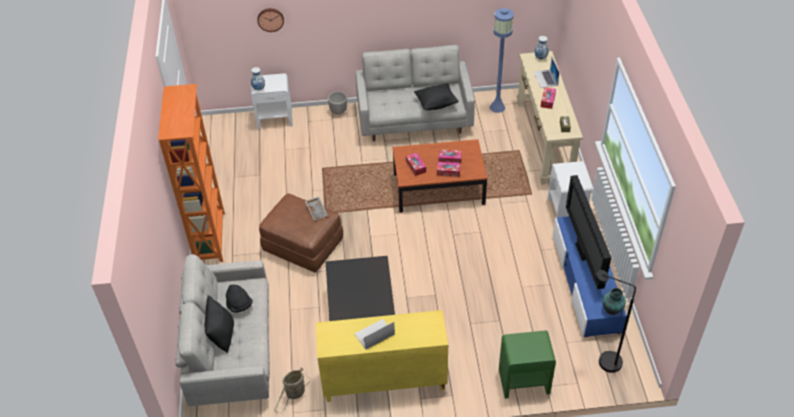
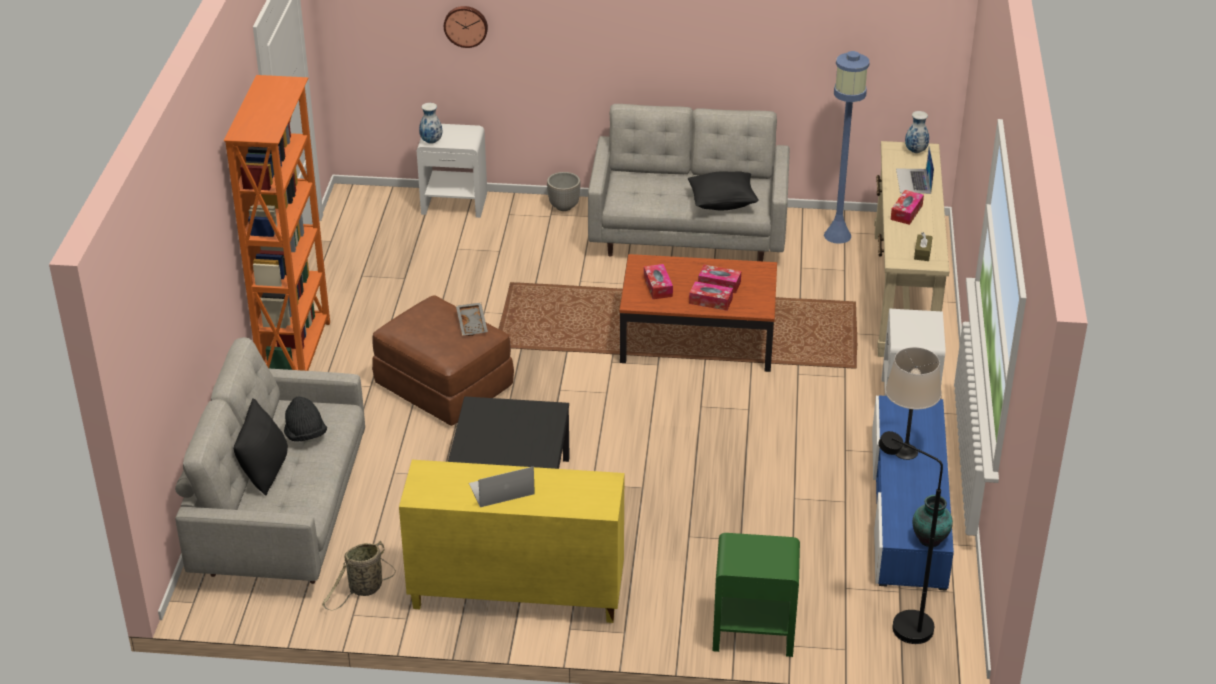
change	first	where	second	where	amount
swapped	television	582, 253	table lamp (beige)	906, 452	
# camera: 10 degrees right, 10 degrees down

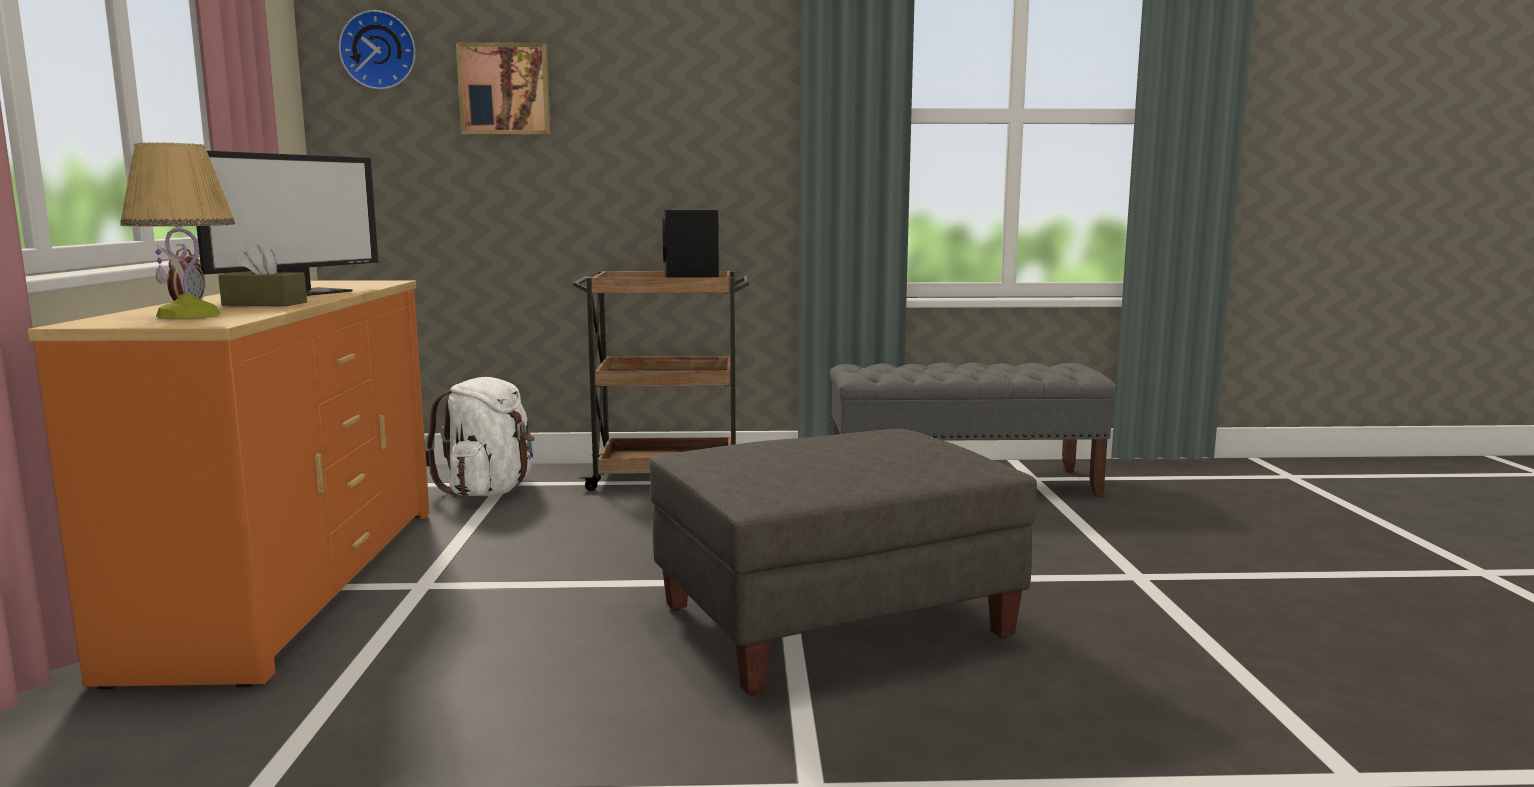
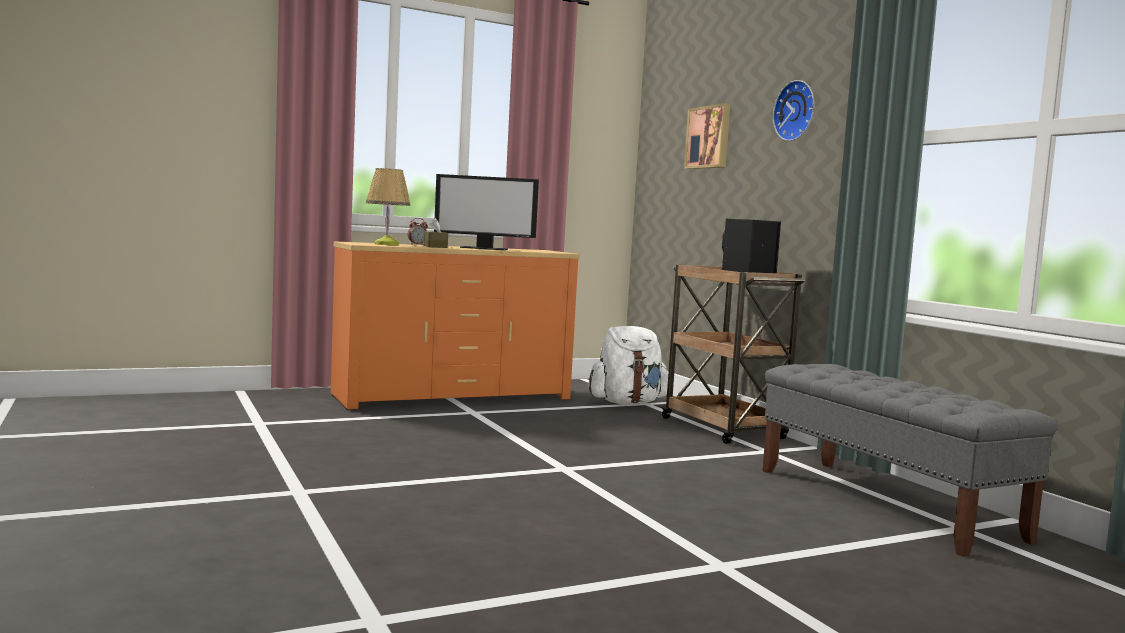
change	first	where	second	where	amount
shifted	wall clock	379, 51		797, 111	
gone	ottoman (grey)	833, 622			
# camera: 65 degrees right, 5 degrees down

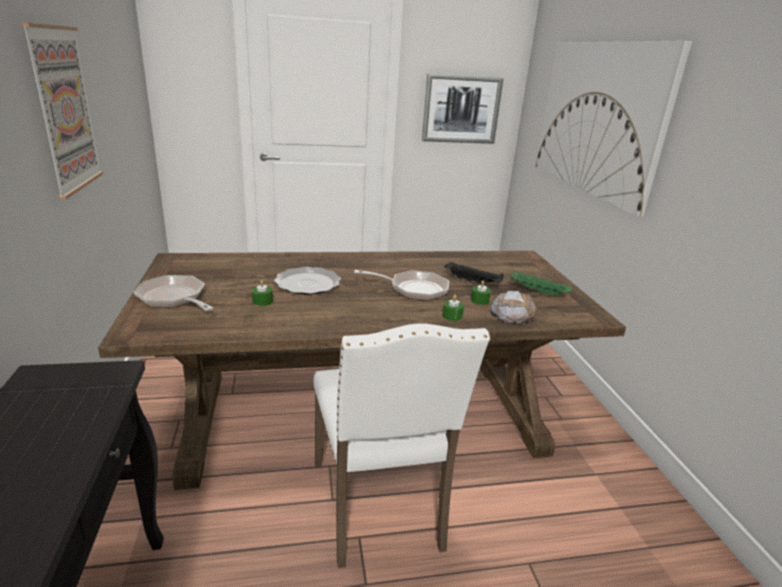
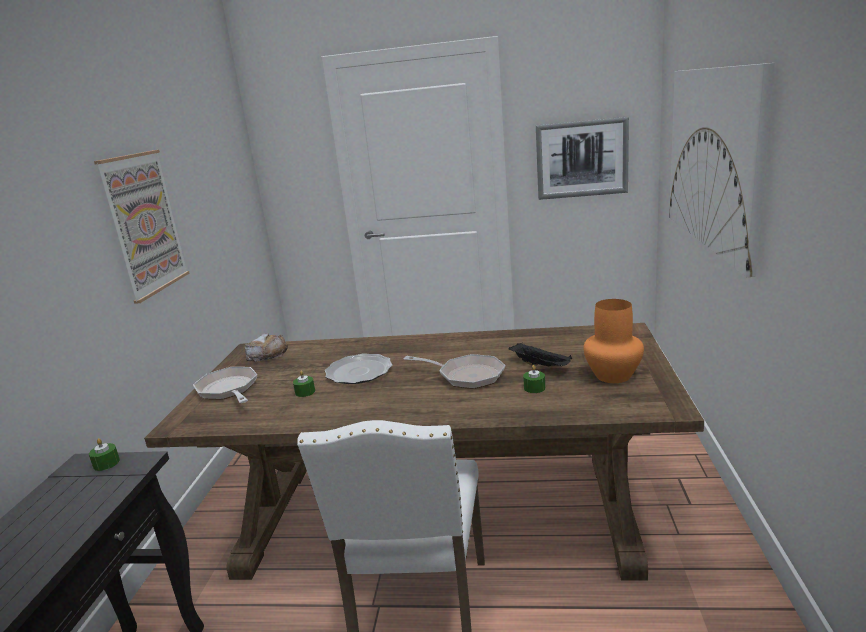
change	first	where	second	where	amount
swapped	tray (green)	537, 292	vase (orange)	613, 376	
shifted	bread	512, 314		267, 353	
shifted	candle (green)	452, 316		106, 463	
# camera: 20 degrees right, 5 degrees down

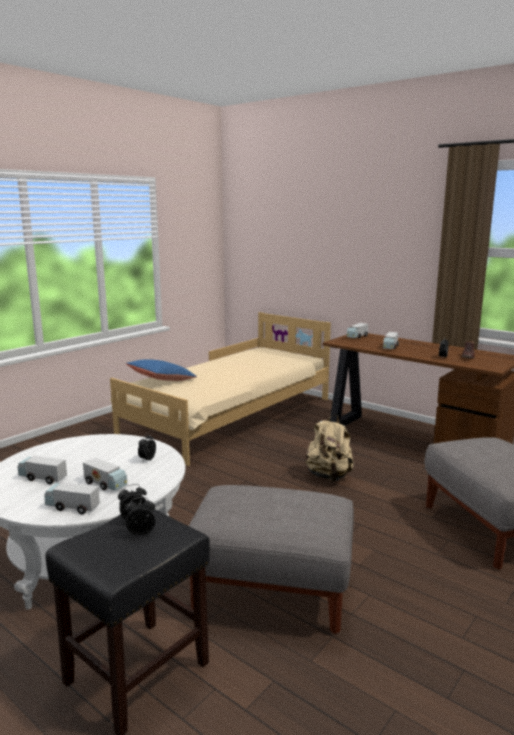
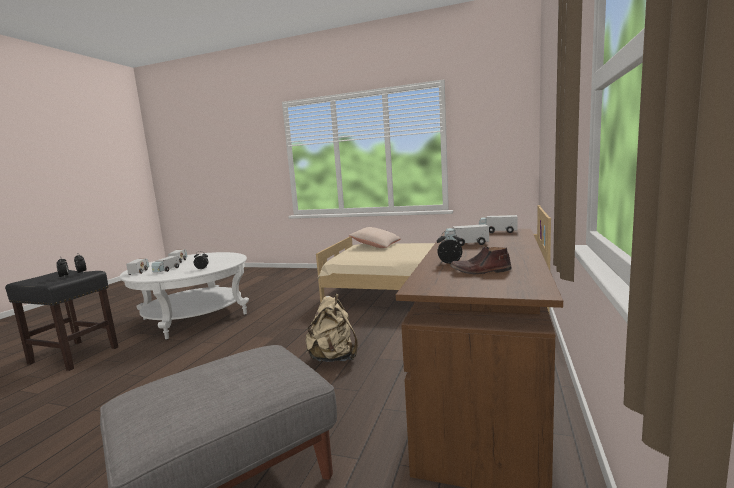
change	first	where	second	where	amount
repainted	pillow (blue)	161, 380	pillow (beige)	376, 245	
gone	ottoman (grey)	270, 592			
# camera: 70 degrees right, 5 degrees down

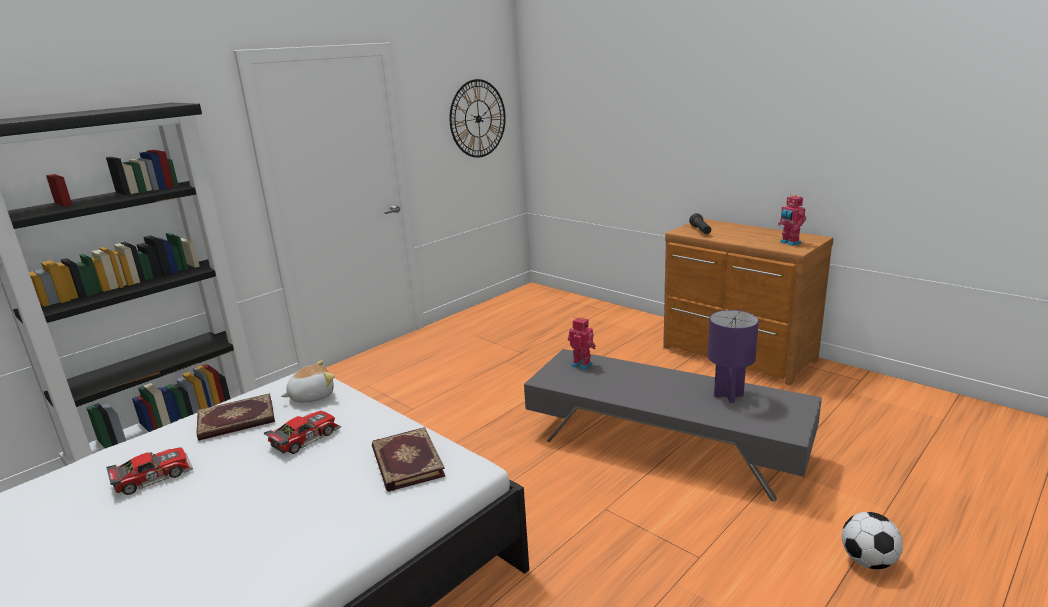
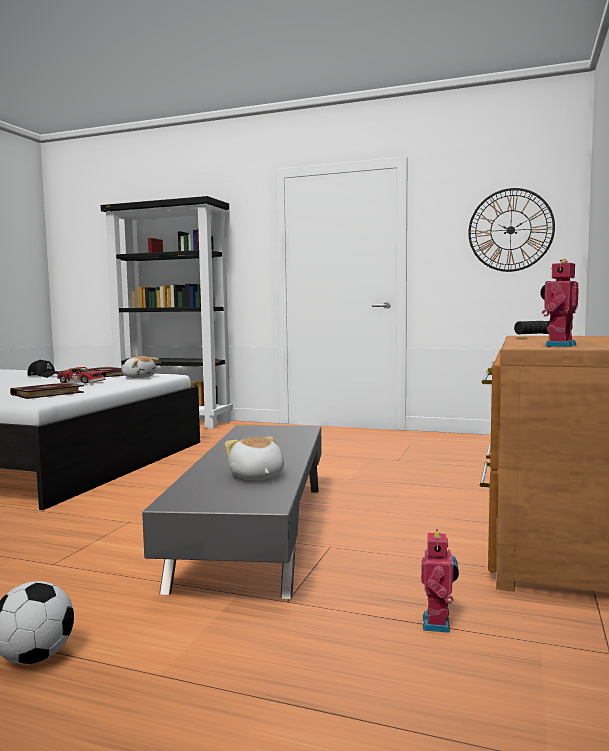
change	first	where	second	where	amount
swapped	table lamp (purple)	729, 396	plush toy	256, 476	
shifted	toy robot	582, 364		439, 624	
swapped	toy car	152, 476	cap (black)	43, 376	
# camera: 65 degrees right, 15 degrees down

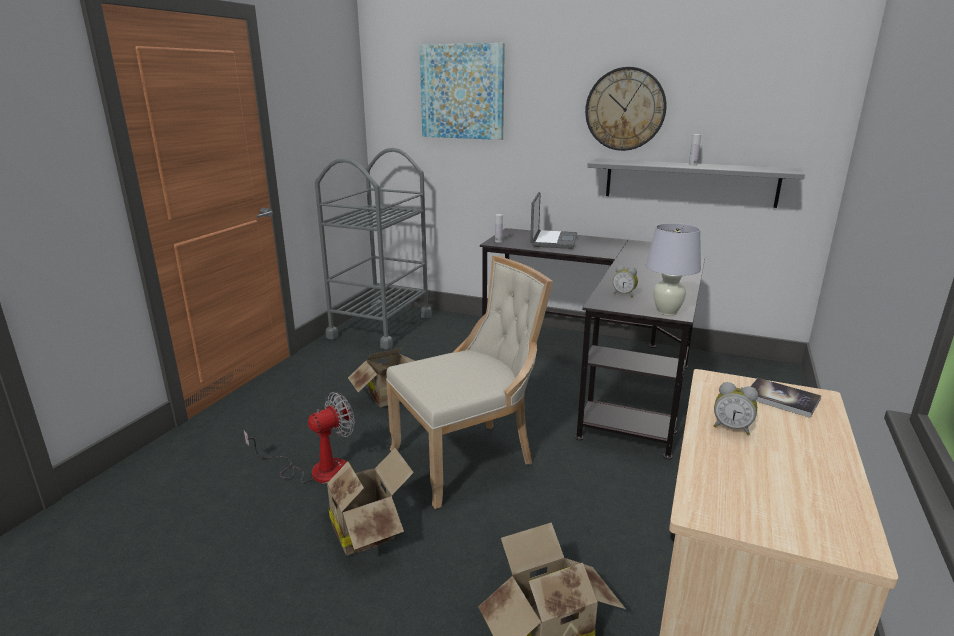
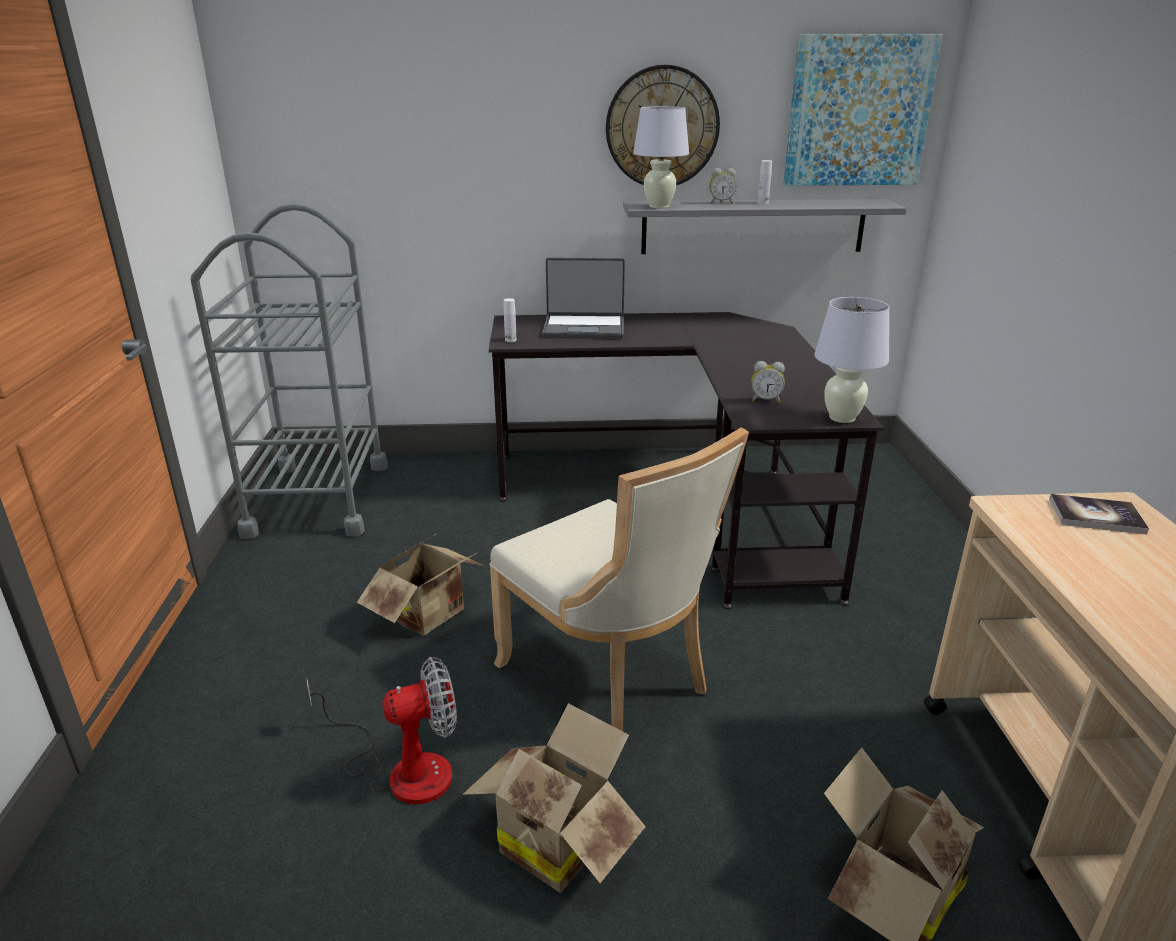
change	first	where	second	where	amount
shifted	picture	462, 92		858, 111	
rotated	laptop	552, 240		584, 328	105 degrees clockwise
rotated	chair (beige)	468, 458		611, 678	105 degrees clockwise
shifted	alarm clock	731, 427		721, 203	
rotated	fan	317, 470		403, 769	45 degrees clockwise
new			table lamp (white)	659, 206	
# camera: 25 degrees left, 5 degrees up

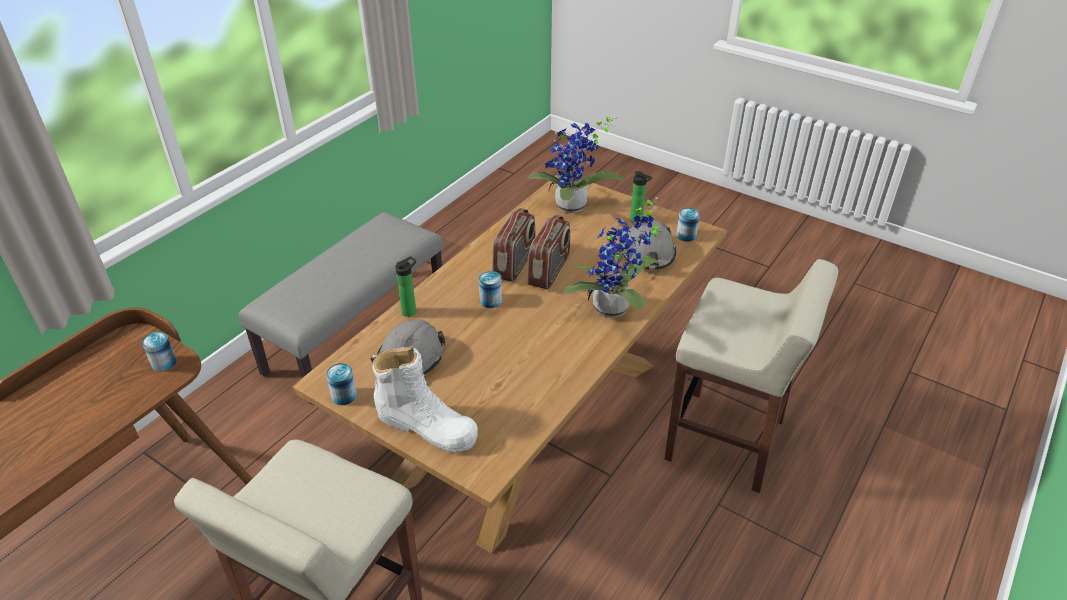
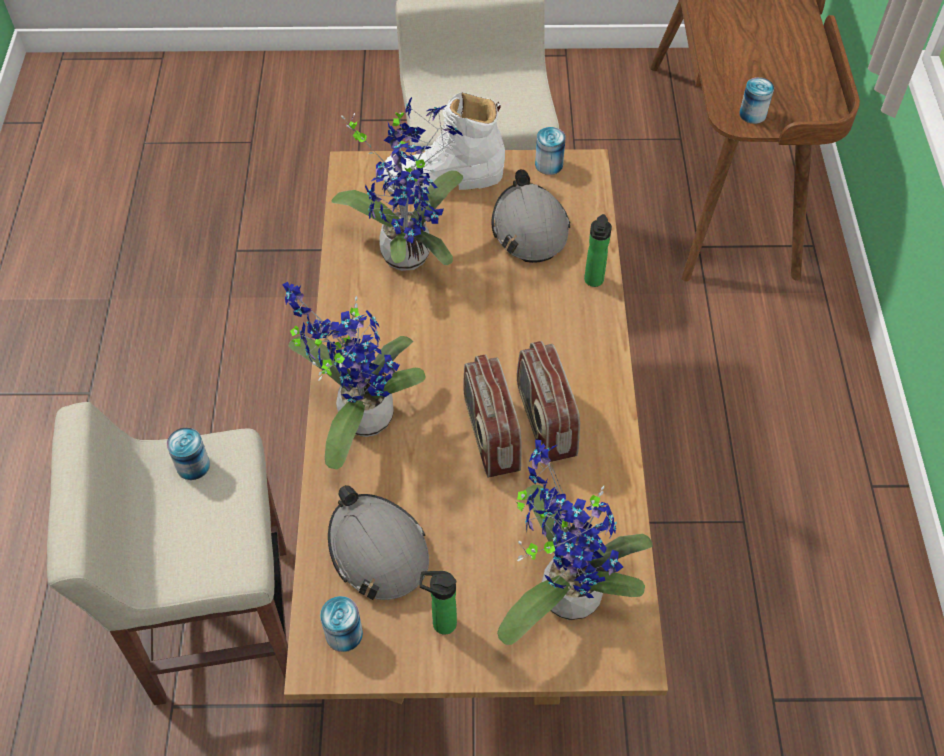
change	first	where	second	where	amount
gone	bench (grey)	356, 333			
shifted	can	491, 301		193, 465	
new			potted plant	408, 250	
# camera: 145 degrees right, 15 degrees up

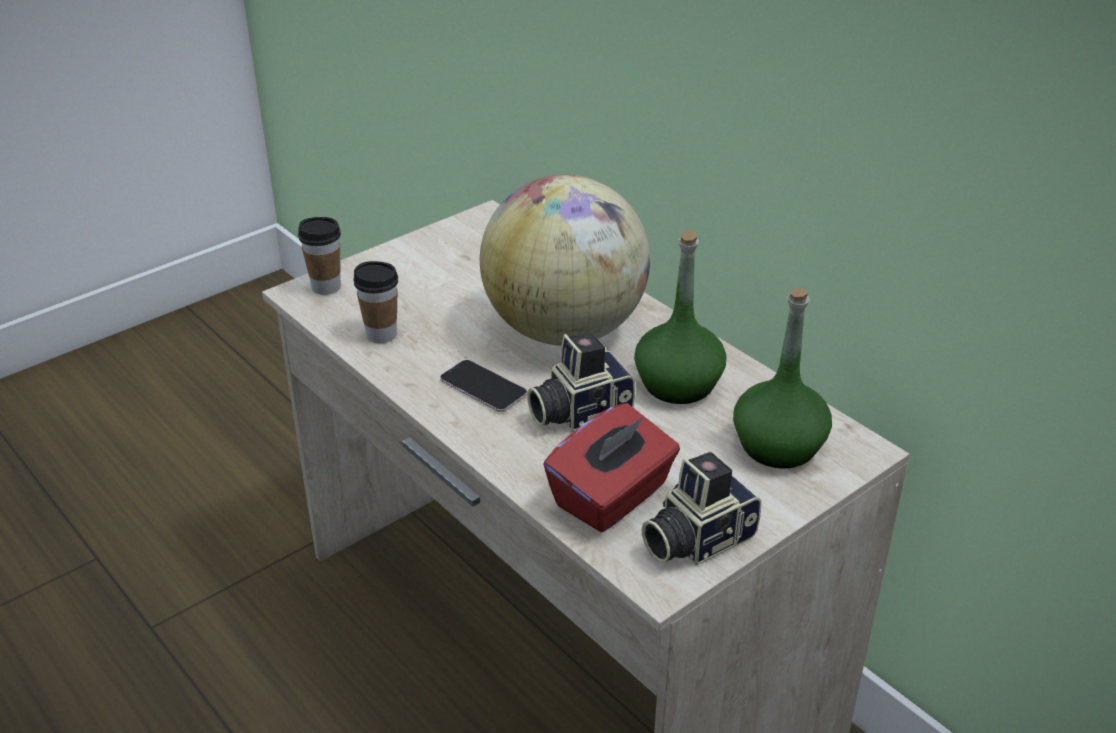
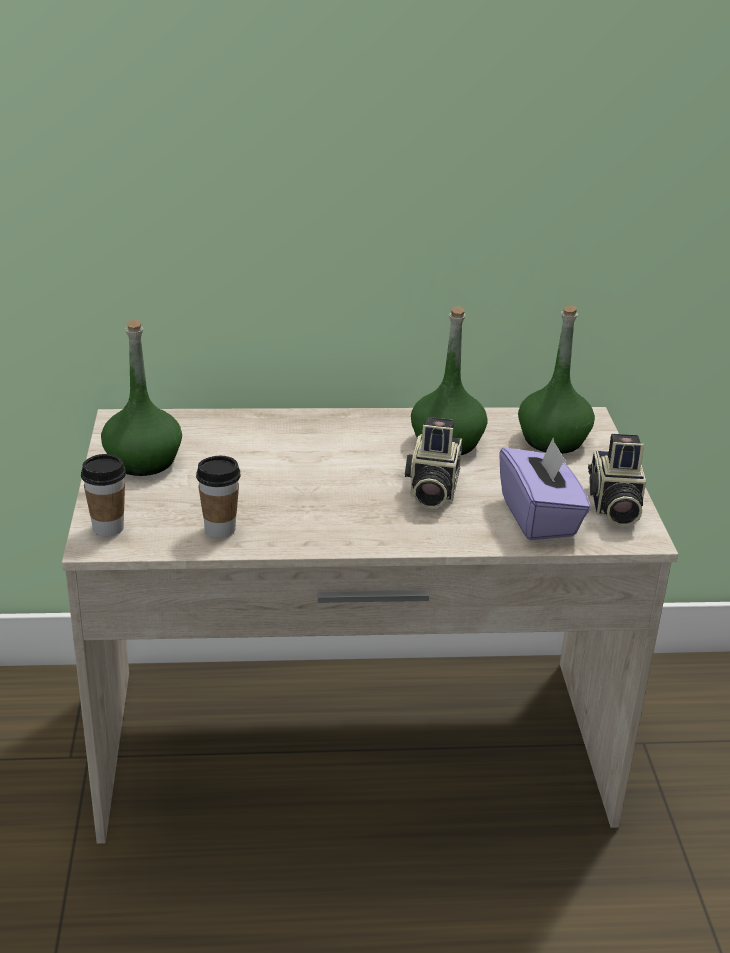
change	first	where	second	where	amount
gone	globe	564, 330			
gone	phone	483, 387			
repainted	tissue box (red)	612, 497	tissue box (purple)	539, 517	
new			bottle (green)	143, 461	
# camera: 55 degrees left, 5 degrees down

